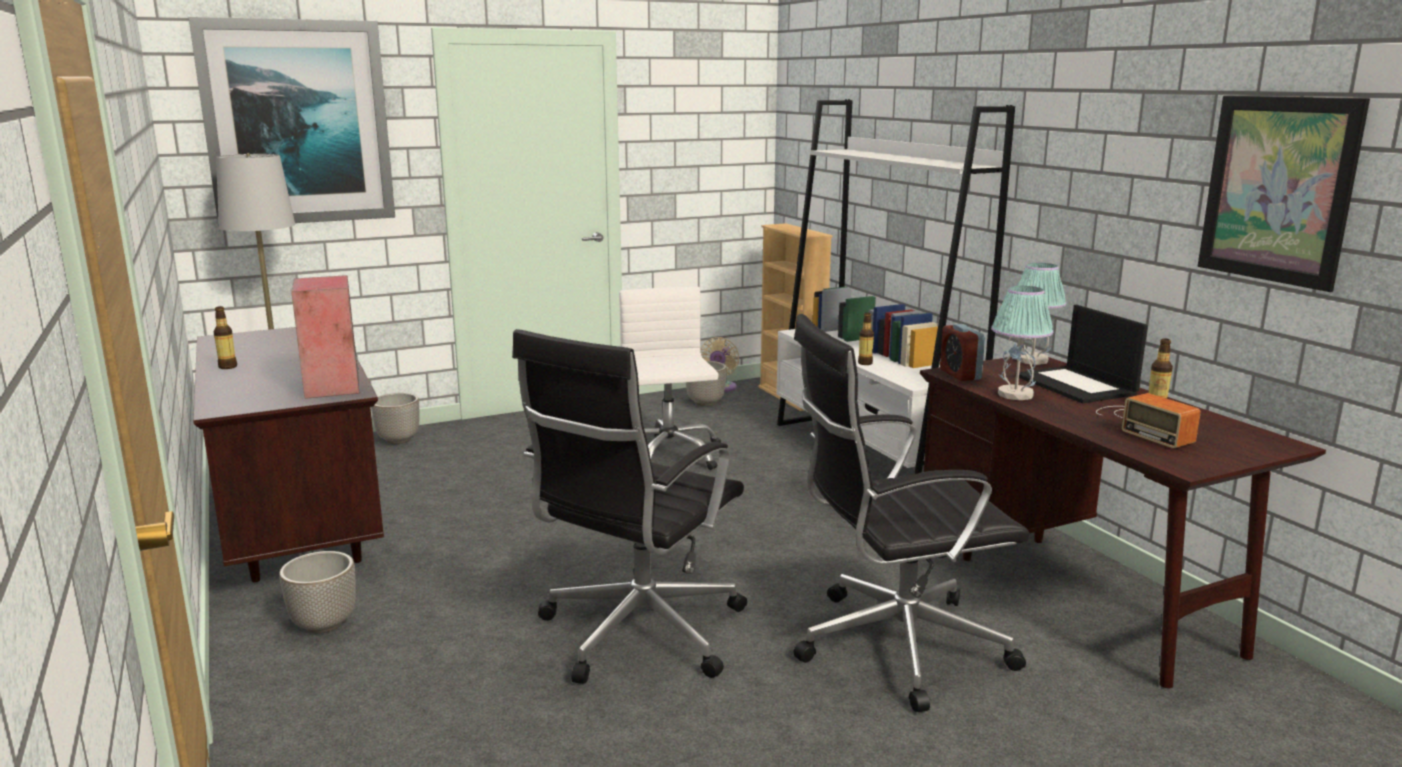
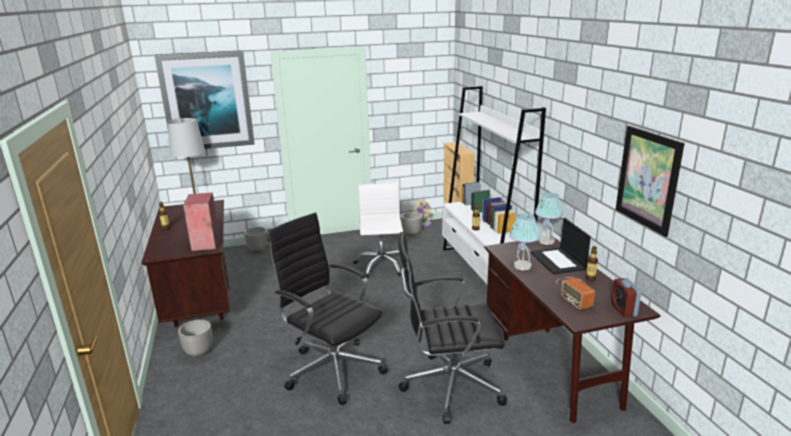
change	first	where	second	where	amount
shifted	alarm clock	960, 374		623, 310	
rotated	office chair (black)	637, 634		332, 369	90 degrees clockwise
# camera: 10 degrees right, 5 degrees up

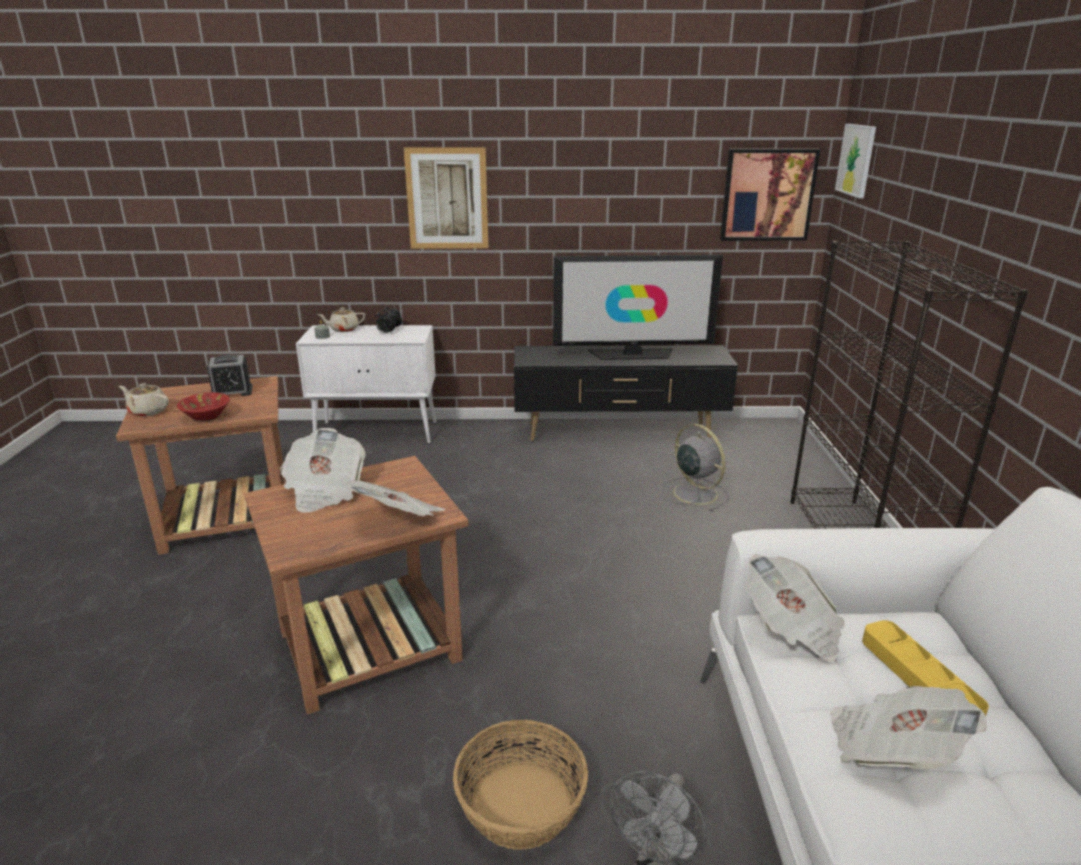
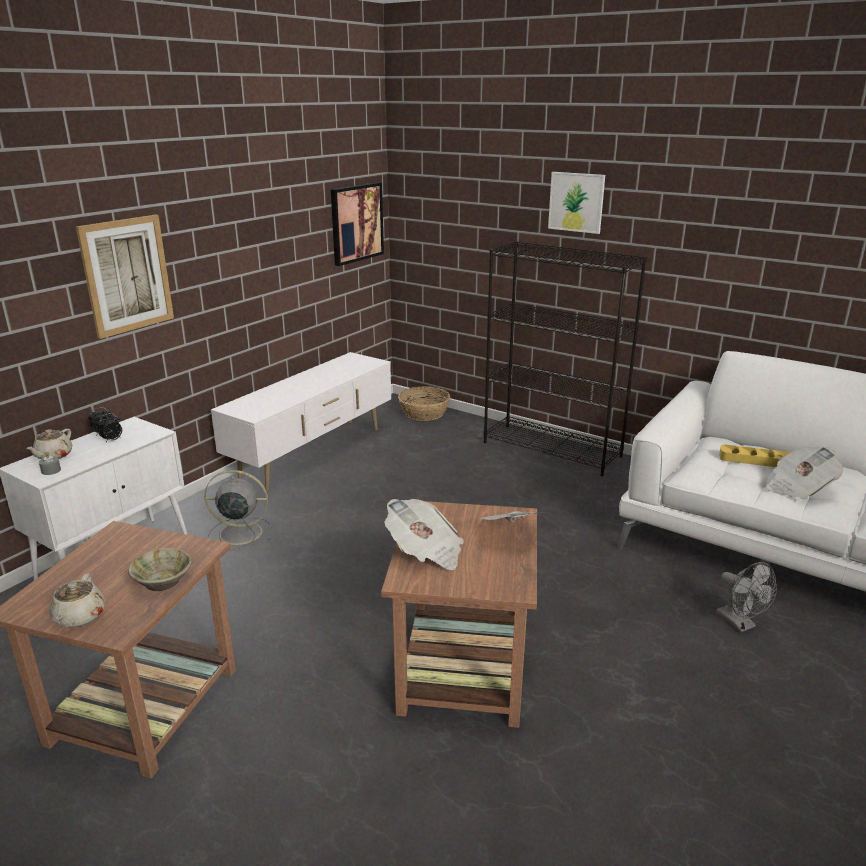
change	first	where	second	where	amount
shifted	picture	856, 160		576, 202	
gone	television	632, 354			
repainted	tv stand (black)	619, 433	tv stand (white)	314, 453	
gone	alarm clock	232, 392			
rotated	teapot (beige)	148, 411		79, 617	60 degrees counterclockwise
repainted	bowl (red)	206, 417	bowl (beige)	163, 581	
shifted	fan (grey)	693, 493		238, 533	
gone	newspaper	792, 628			
shifted	basket	520, 805		424, 413	
# camera: 55 degrees left, 0 degrees up

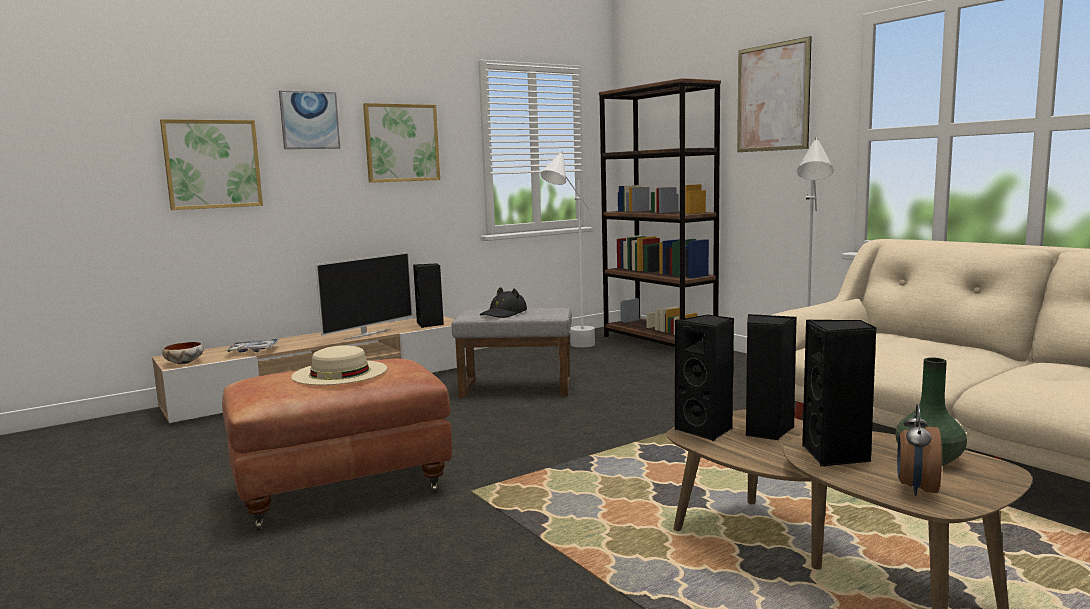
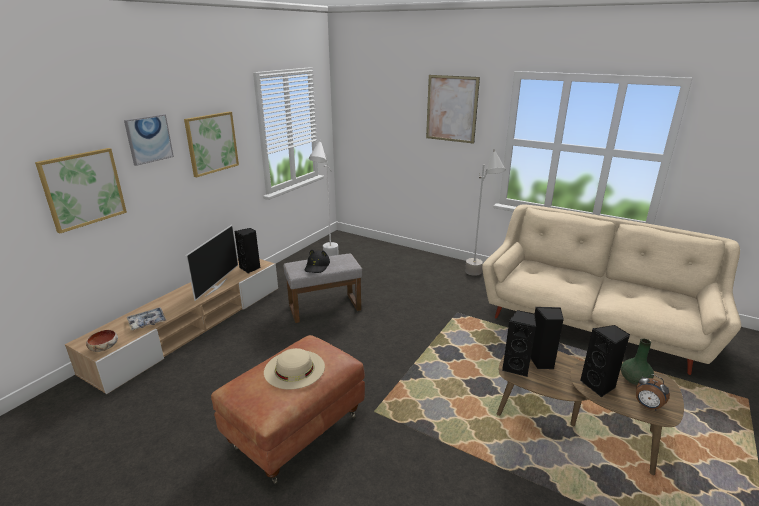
change	first	where	second	where	amount
gone	bookcase (brown)	658, 342			
rotated	alarm clock	916, 489		647, 406	45 degrees counterclockwise
# camera: 25 degrees left, 15 degrees up

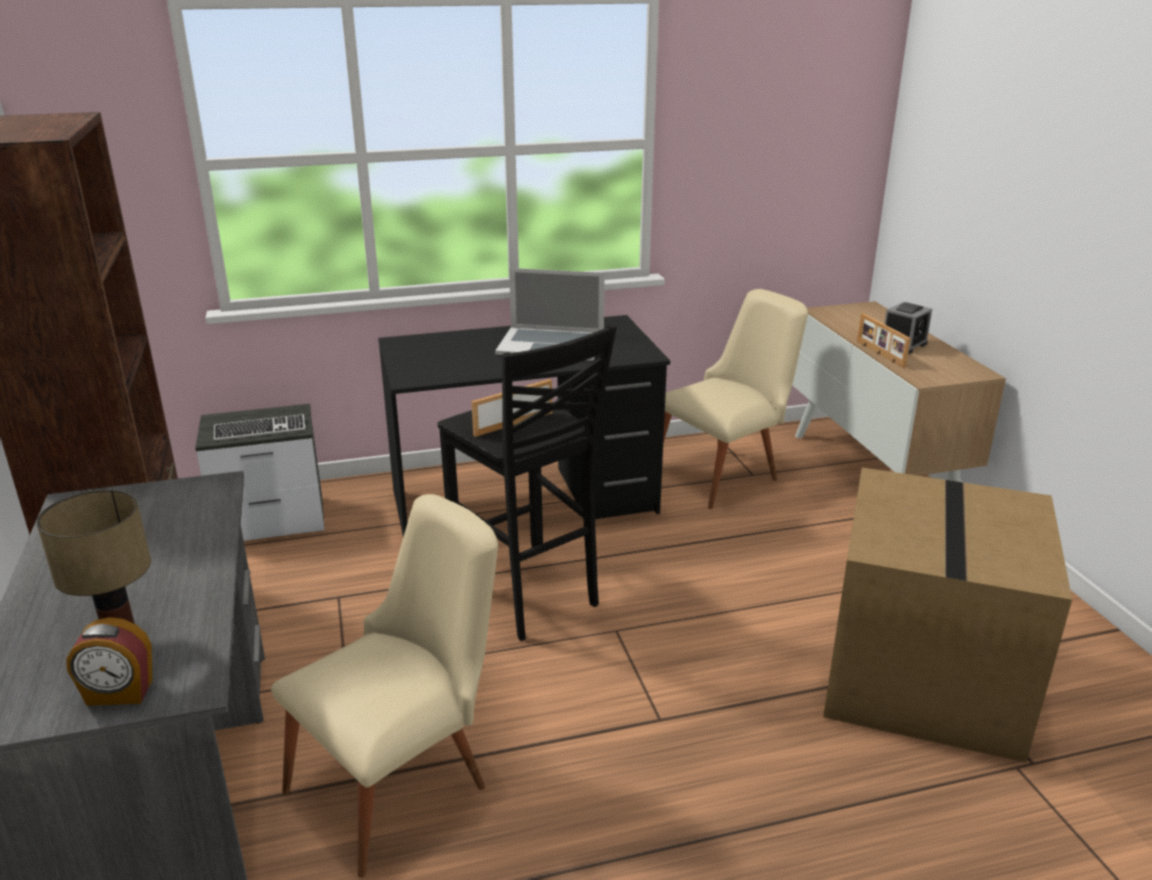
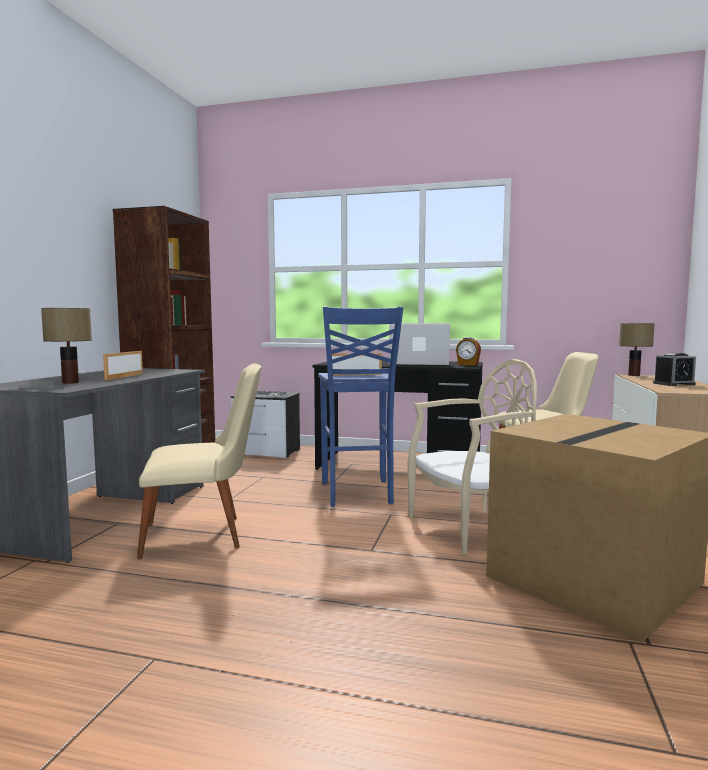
change	first	where	second	where	amount
rotated	laptop	551, 344		419, 363	150 degrees clockwise
shifted	picture frame	879, 354		123, 377	
repainted	stool (black)	528, 596	stool (blue)	357, 494	
shifted	alarm clock	119, 693		468, 364	
new			table lamp	634, 375	
new			chair (beige)	471, 527	
# camera: 30 degrees right, 20 degrees down

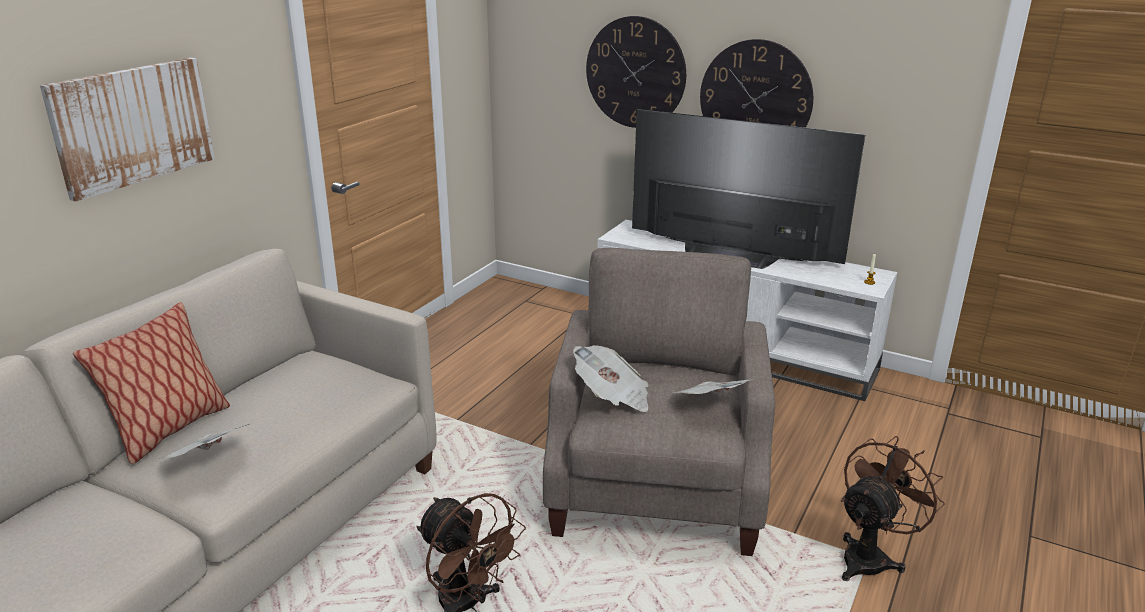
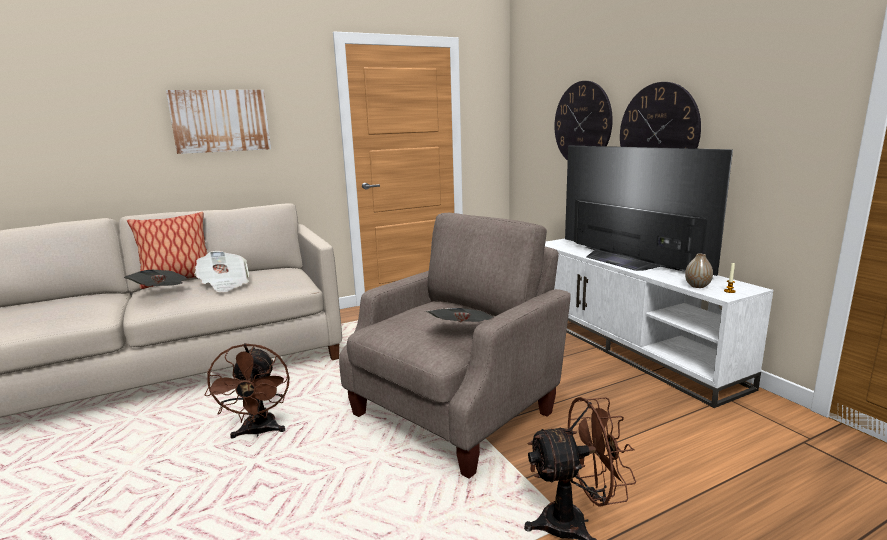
change	first	where	second	where	amount
shifted	newspaper	612, 397		224, 285	
new			vase	697, 286	
# camera: 35 degrees right, 10 degrees down

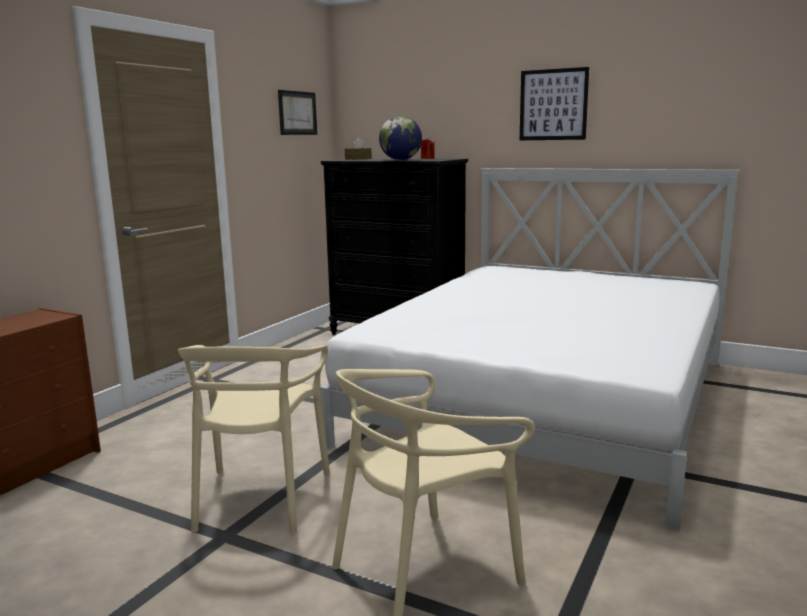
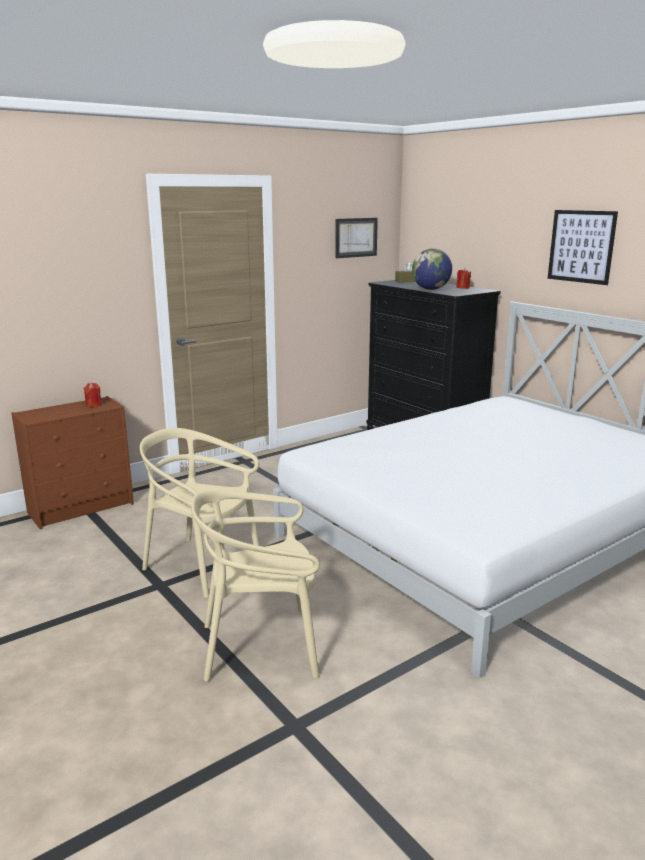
change	first	where	second	where	amount
rotated	chair (beige)	260, 499		201, 565	90 degrees clockwise
new			candle (red)	93, 404	
# camera: 25 degrees right, 5 degrees up

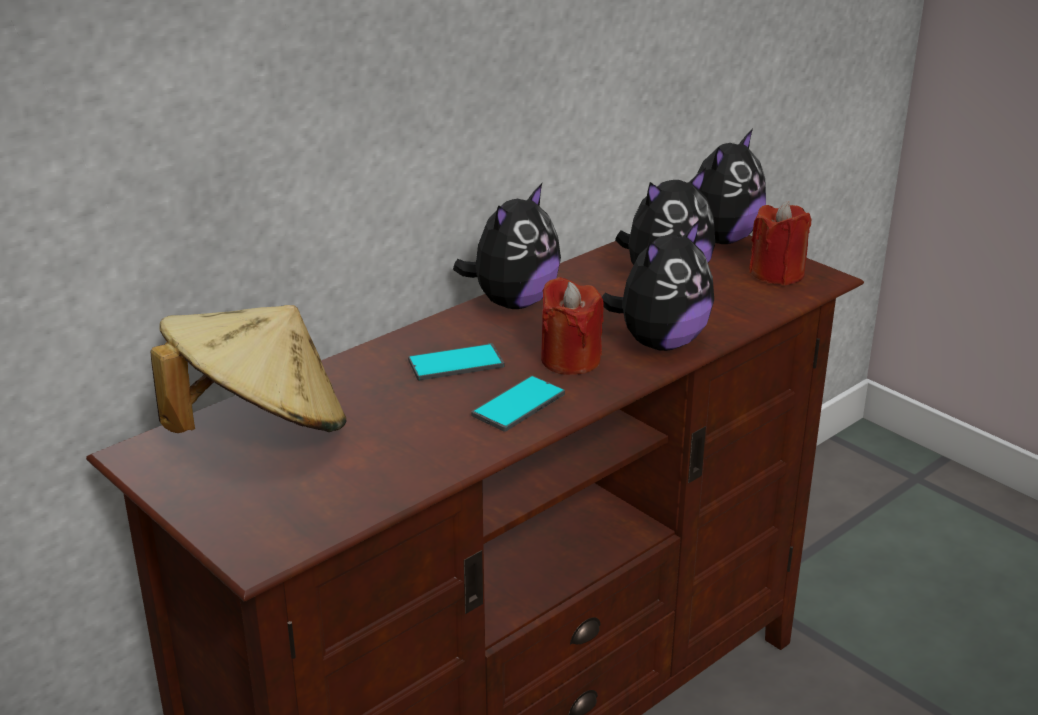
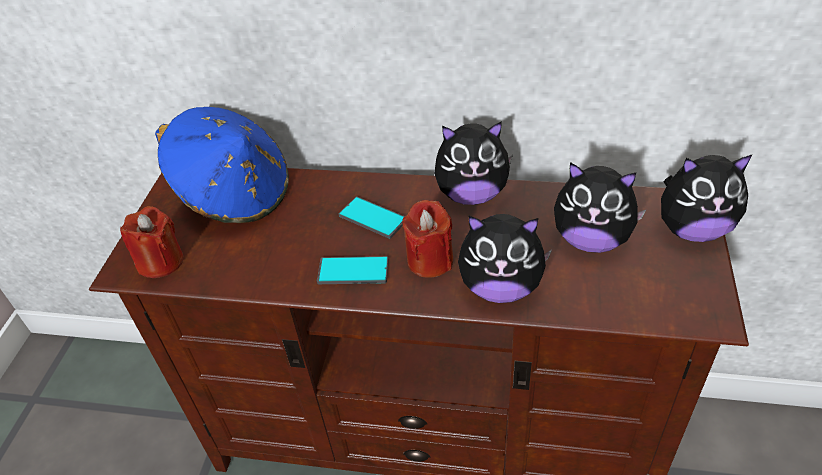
change	first	where	second	where	amount
shifted	candle (red)	777, 274		161, 262	
repainted	hat (beige)	259, 428	hat (blue)	235, 195	
# camera: 55 degrees right, 15 degrees up

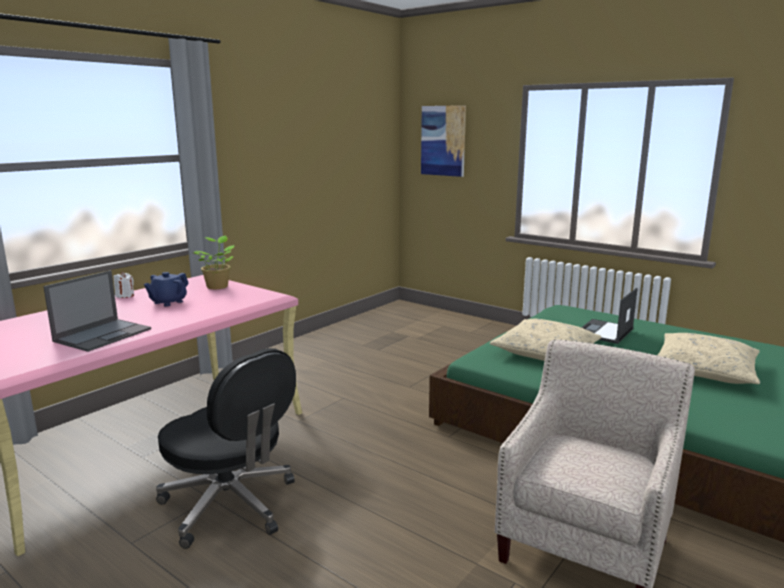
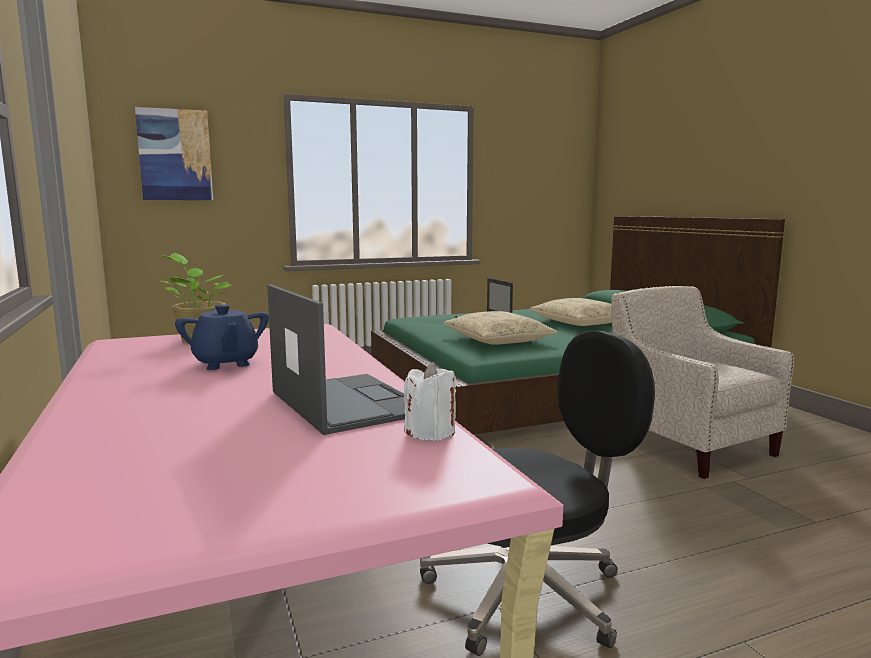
change	first	where	second	where	amount
shifted	candle (white)	125, 296		430, 432	
# camera: 60 degrees left, 5 degrees down

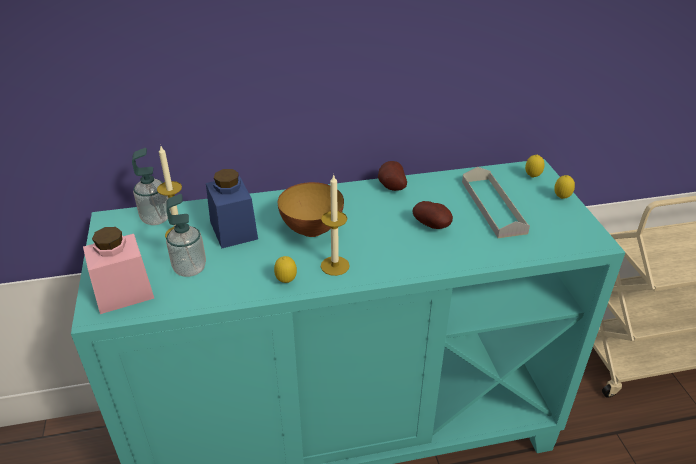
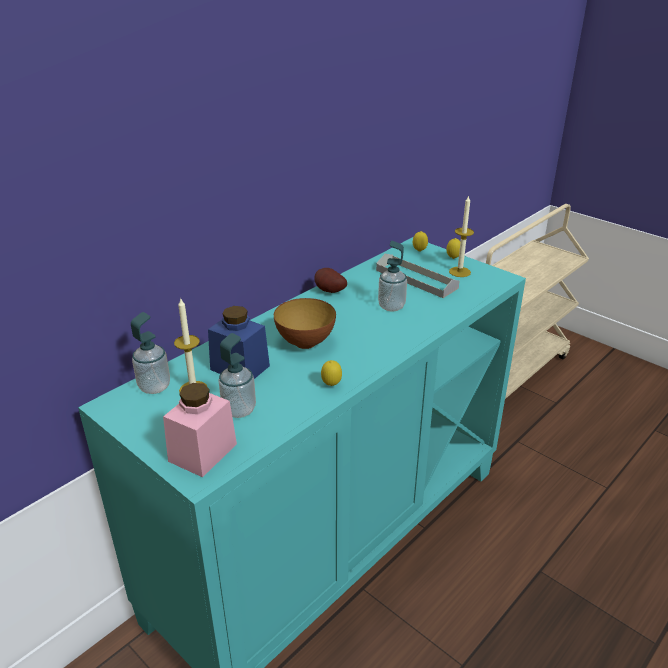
change	first	where	second	where	amount
shifted	candle	335, 266		459, 272	
swapped	potato	433, 226	soap dispenser	391, 306	
# camera: 35 degrees left, 5 degrees down

